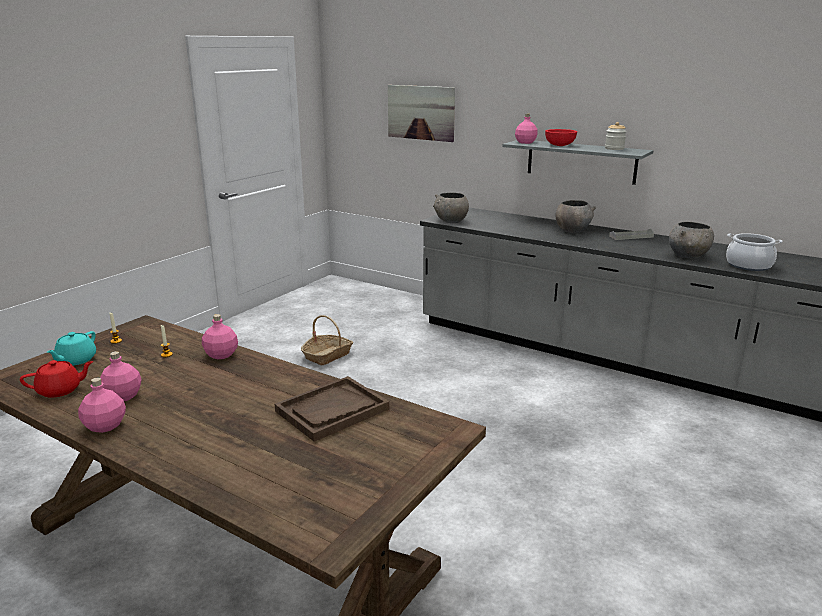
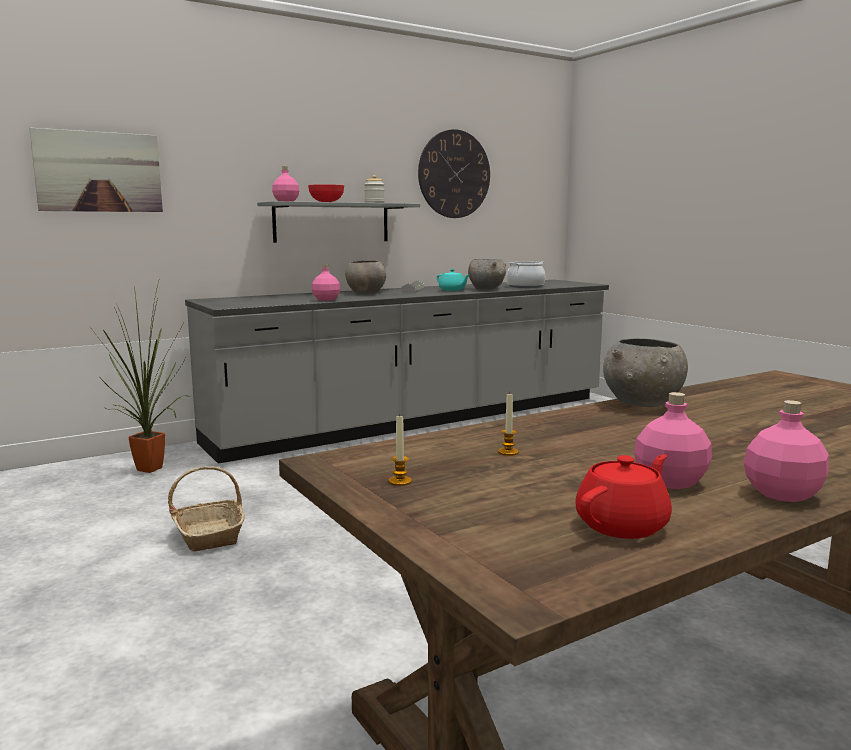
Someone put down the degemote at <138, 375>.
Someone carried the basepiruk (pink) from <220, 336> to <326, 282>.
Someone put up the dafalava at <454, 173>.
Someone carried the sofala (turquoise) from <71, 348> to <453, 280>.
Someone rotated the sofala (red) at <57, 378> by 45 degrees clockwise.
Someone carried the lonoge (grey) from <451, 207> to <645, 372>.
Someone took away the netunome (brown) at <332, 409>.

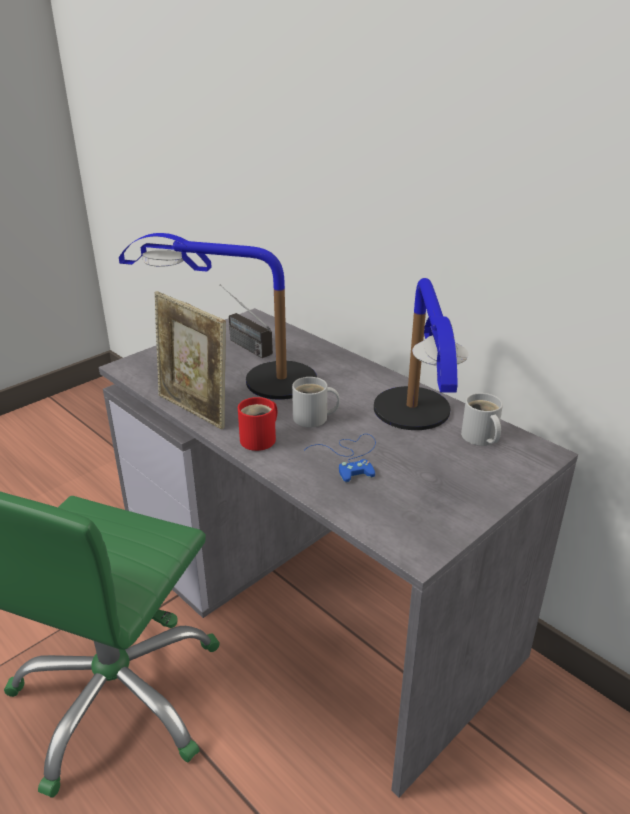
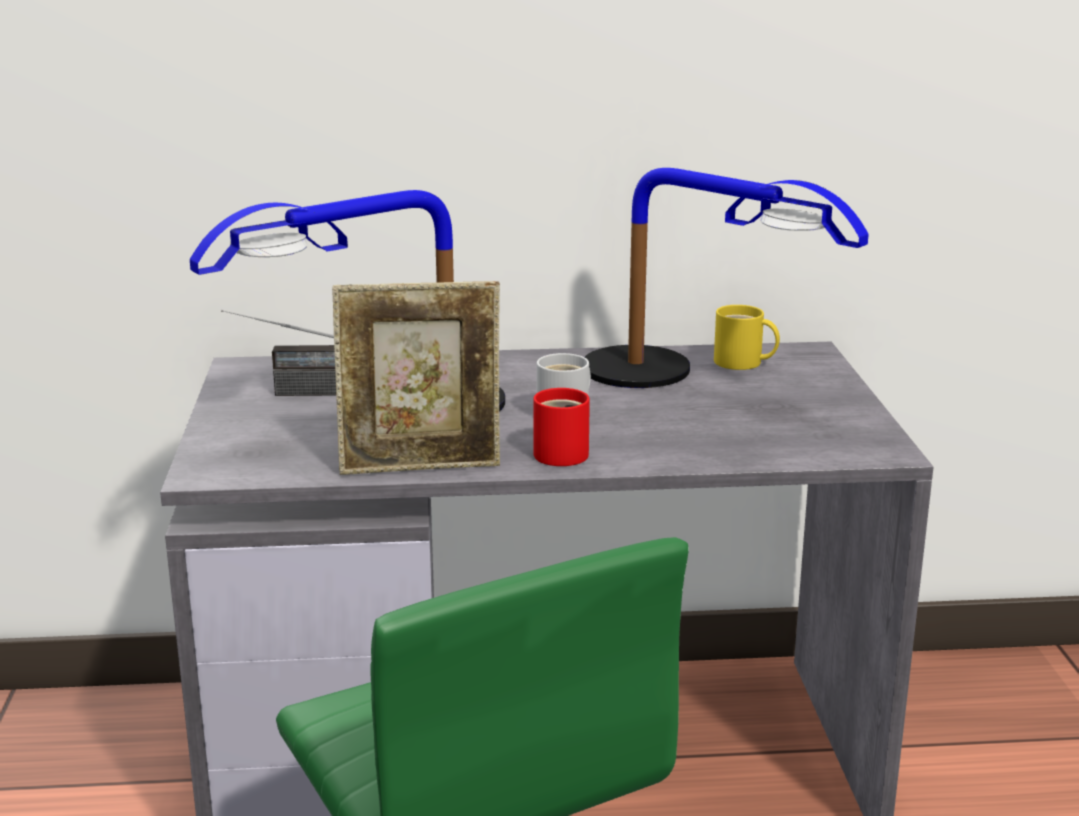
Someone repainted the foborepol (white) at <482, 419>, which became the foborepol (yellow) at <747, 337>.
Someone took away the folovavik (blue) at <341, 458>.

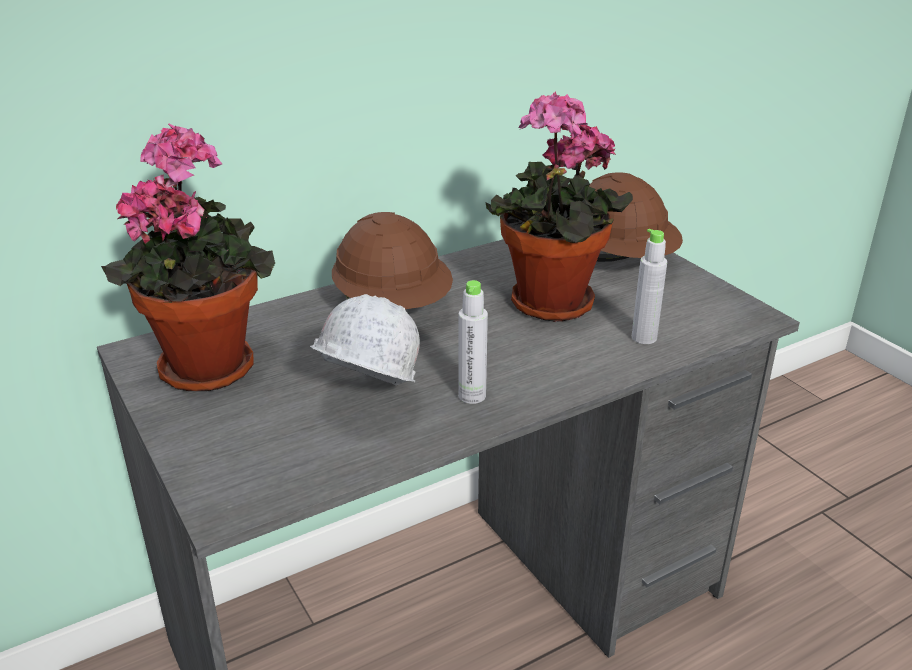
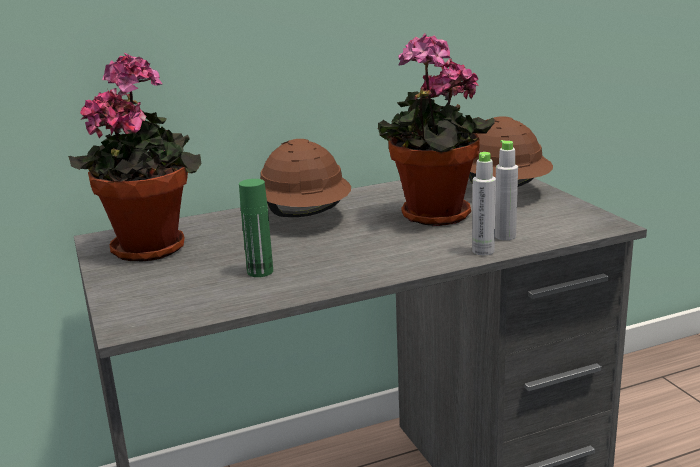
Someone swapped the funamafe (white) at <365, 339> for the basepiruk (green) at <256, 228>.
Someone carried the basepiruk (grey) from <473, 342> to <484, 203>.

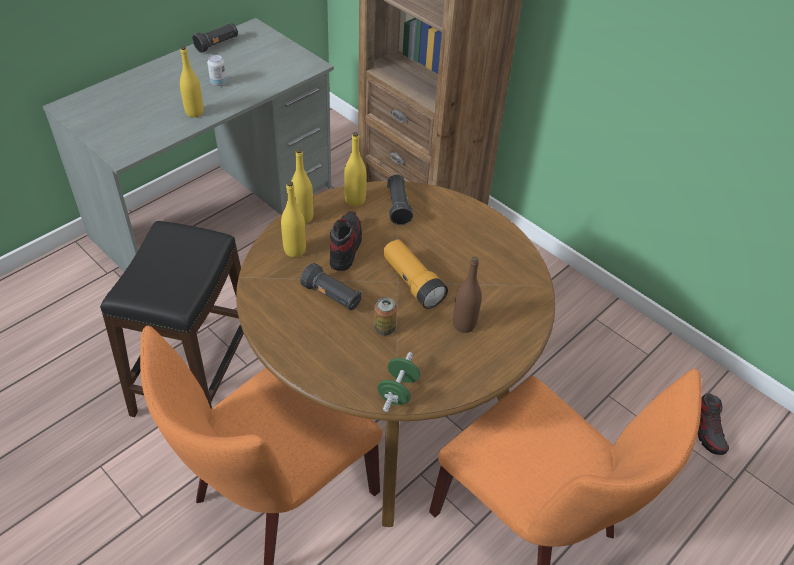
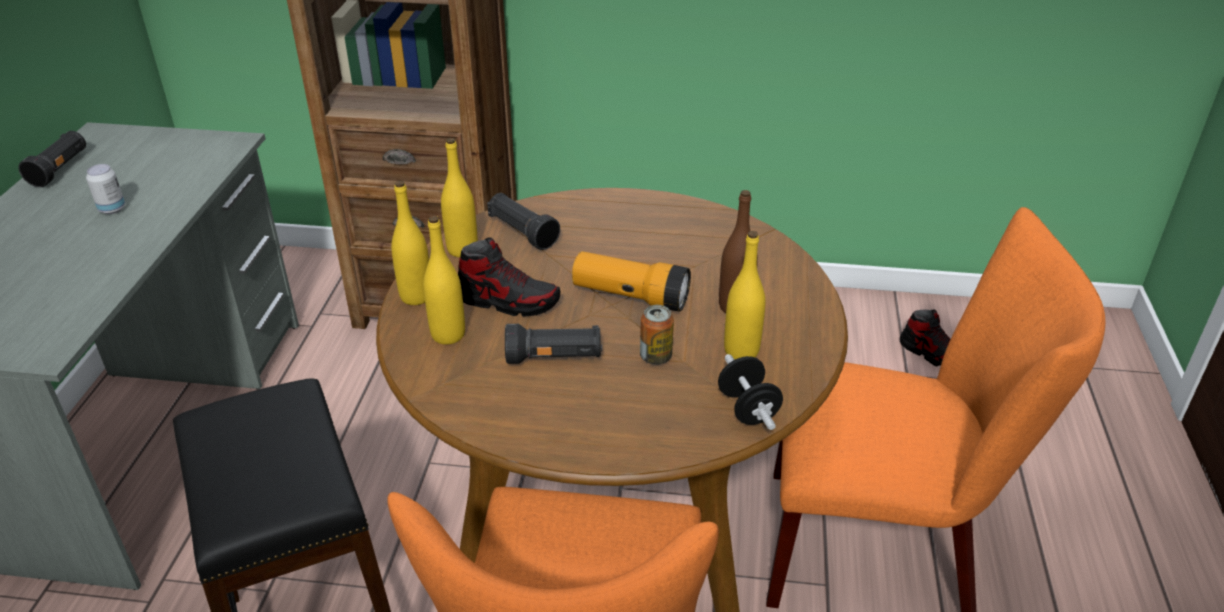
Someone rotated the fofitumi at <346, 241> by 135 degrees clockwise.
Someone repainted the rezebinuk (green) at <399, 382>, which became the rezebinuk (black) at <750, 392>.
Someone carried the basepiruk (yellow) from <192, 81> to <744, 295>.

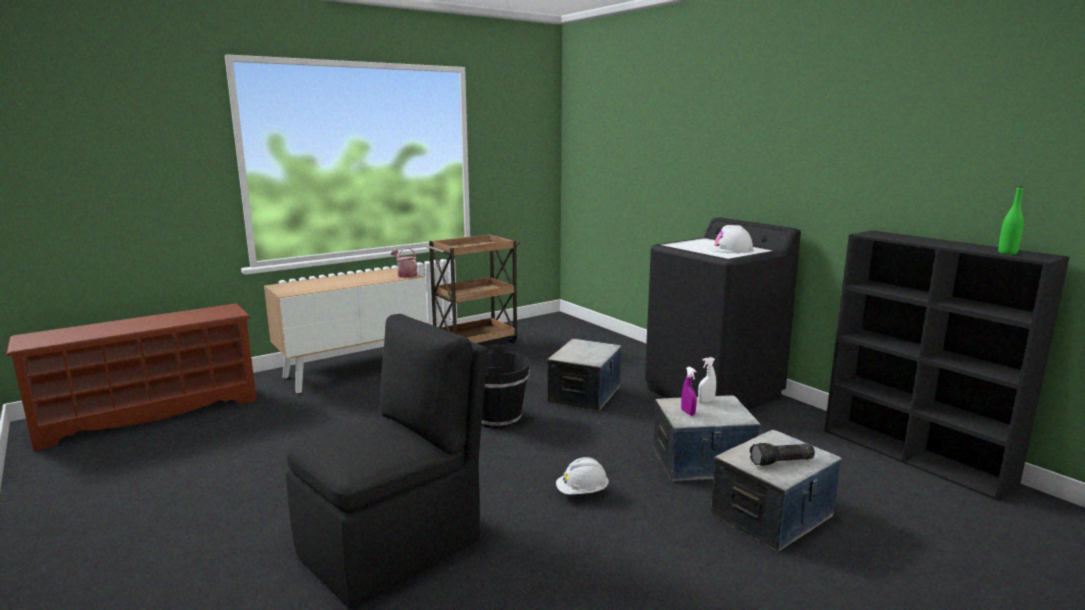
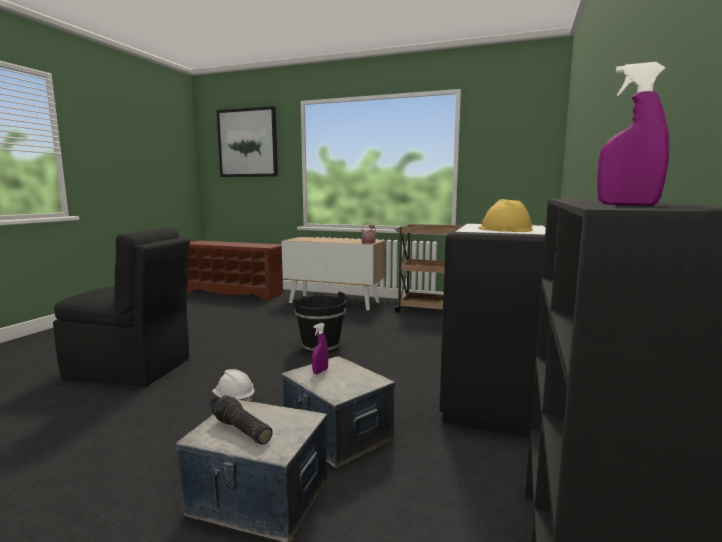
Someone put up the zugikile at <247, 141>.
Someone repainted the funamafe (white) at <731, 239>, which became the funamafe (yellow) at <505, 215>.
Someone swapped the basepiruk (green) at <1011, 220> for the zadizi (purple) at <633, 134>.
Someone took away the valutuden at <584, 375>.
Someone took away the zadizi (white) at <707, 380>.

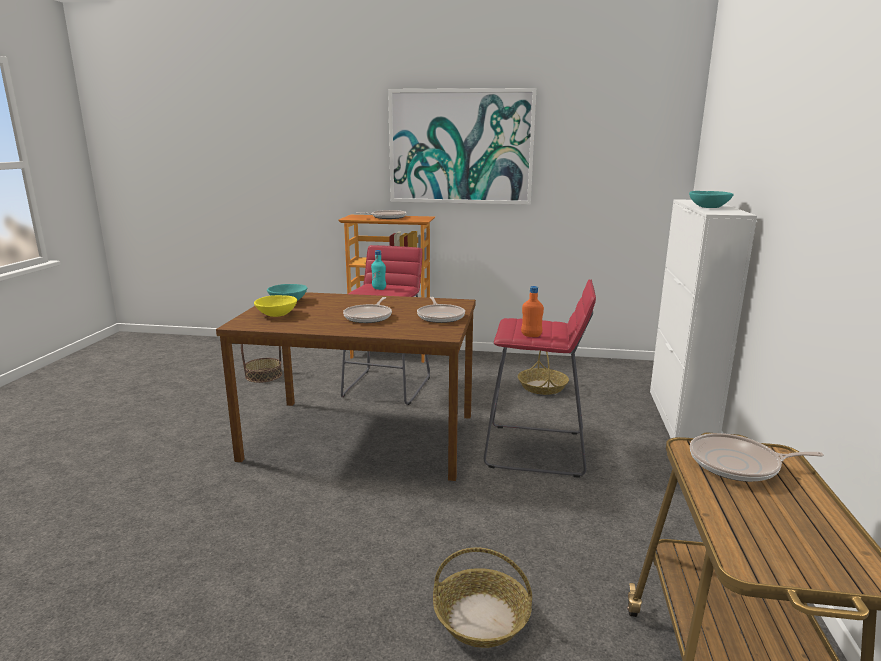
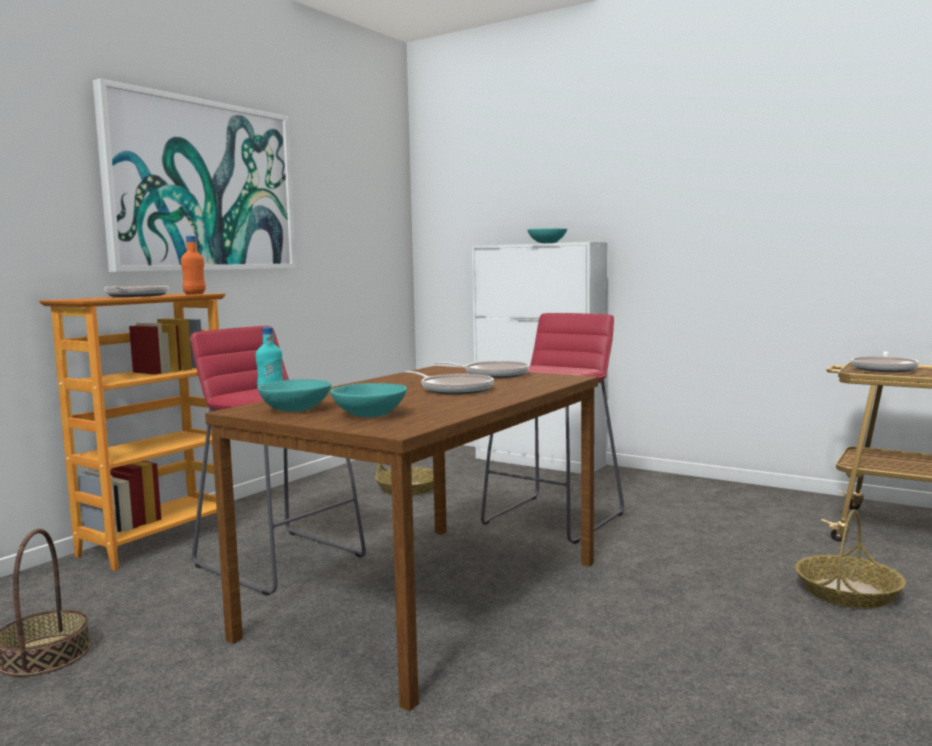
Someone carried the basepiruk (orange) from <532, 311> to <193, 265>.
Someone repainted the lonoge (yellow) at <275, 306>, which became the lonoge (turquoise) at <368, 400>.

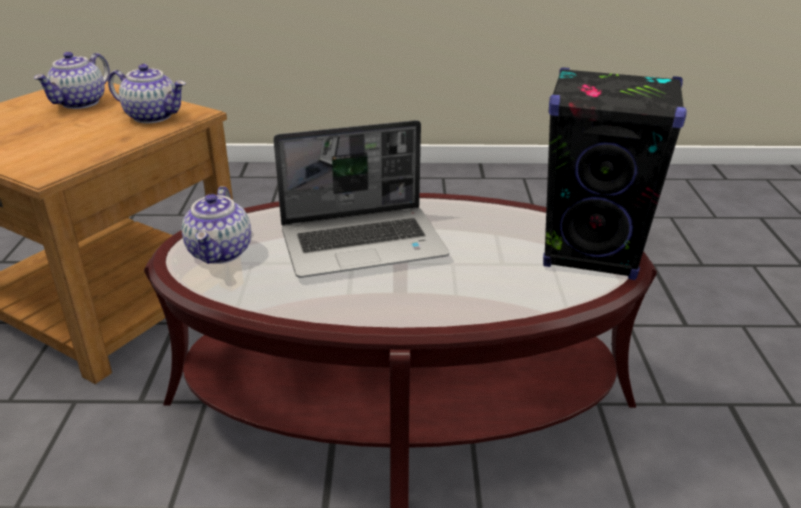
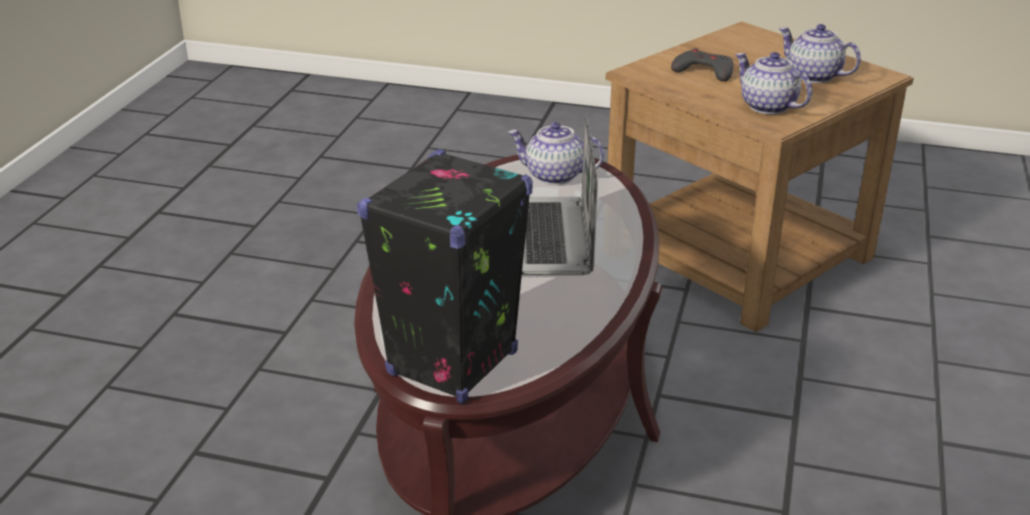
Someone put down the folovavik (grey) at <702, 65>.
Someone rotated the sofala at <147, 93> by 105 degrees clockwise.

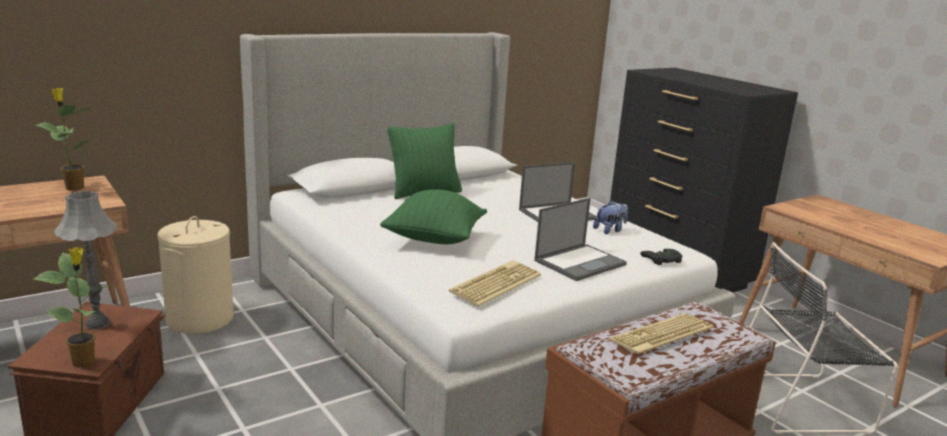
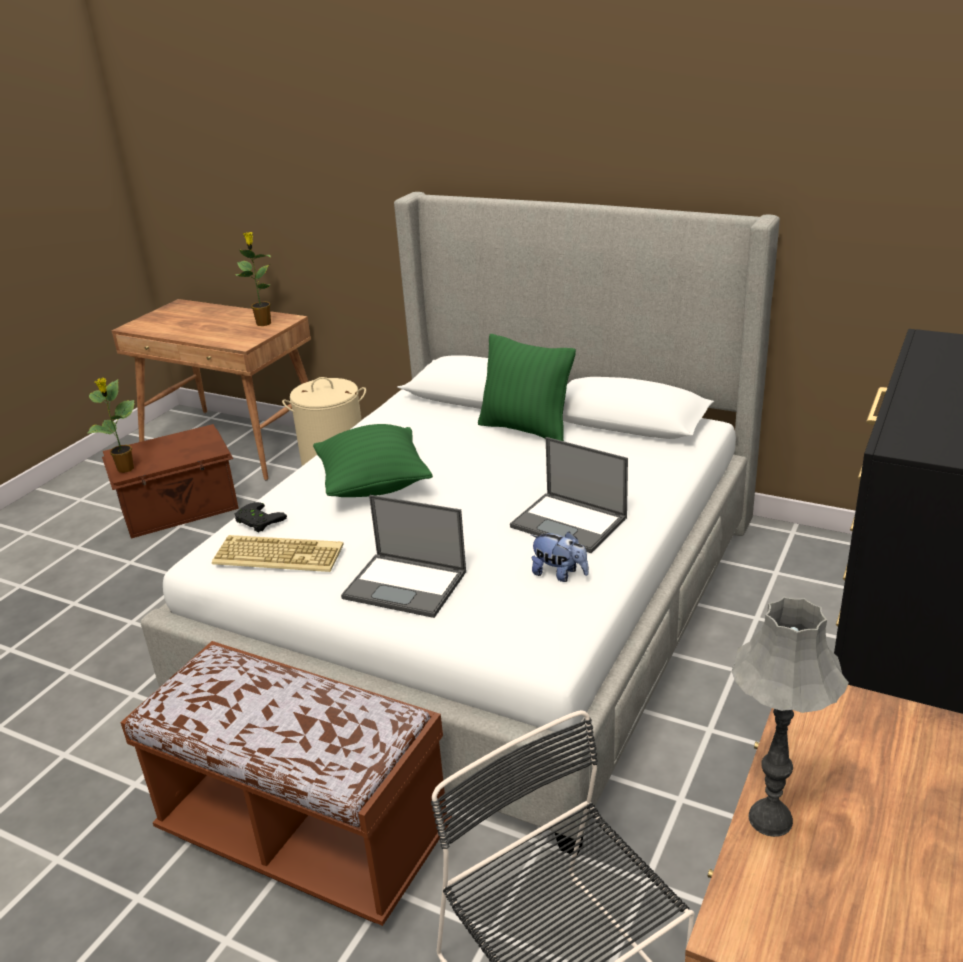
Someone carried the folovavik (black) from <661, 257> to <261, 517>.
Someone carried the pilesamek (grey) from <85, 260> to <790, 717>.
Someone took away the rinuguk at <661, 333>.

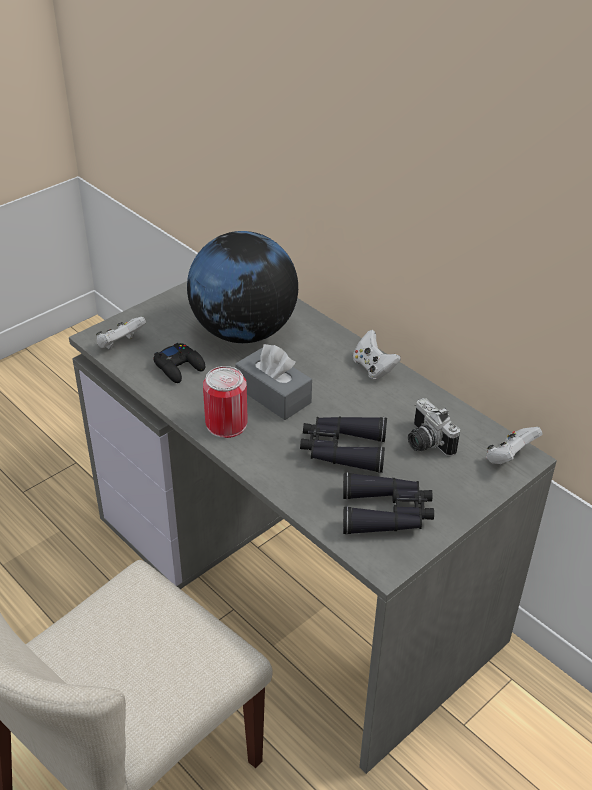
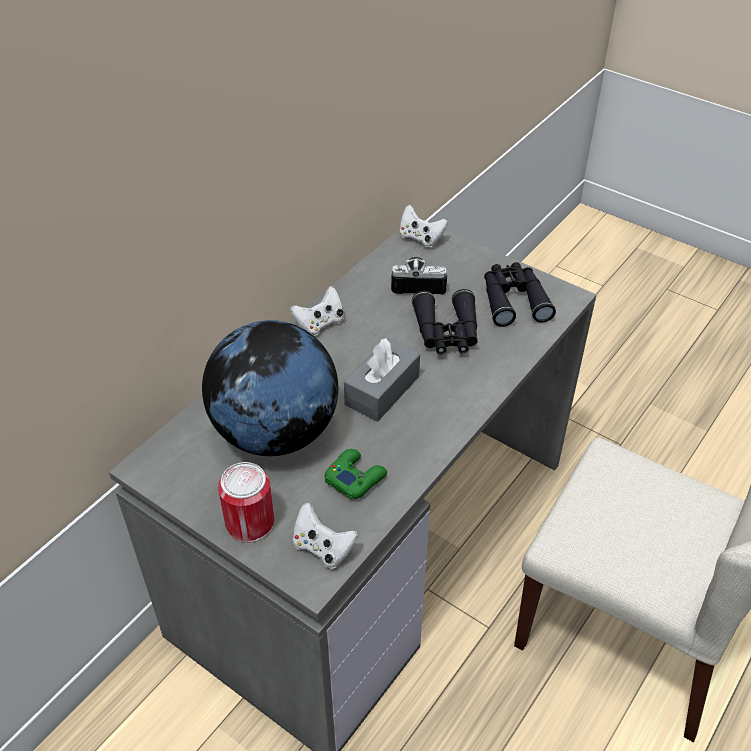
Someone carried the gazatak from <225, 402> to <246, 502>.
Someone repainted the folovavik (black) at <179, 363>, which became the folovavik (green) at <356, 474>.
Someone rotated the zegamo at <434, 427> by 135 degrees counterclockwise.

